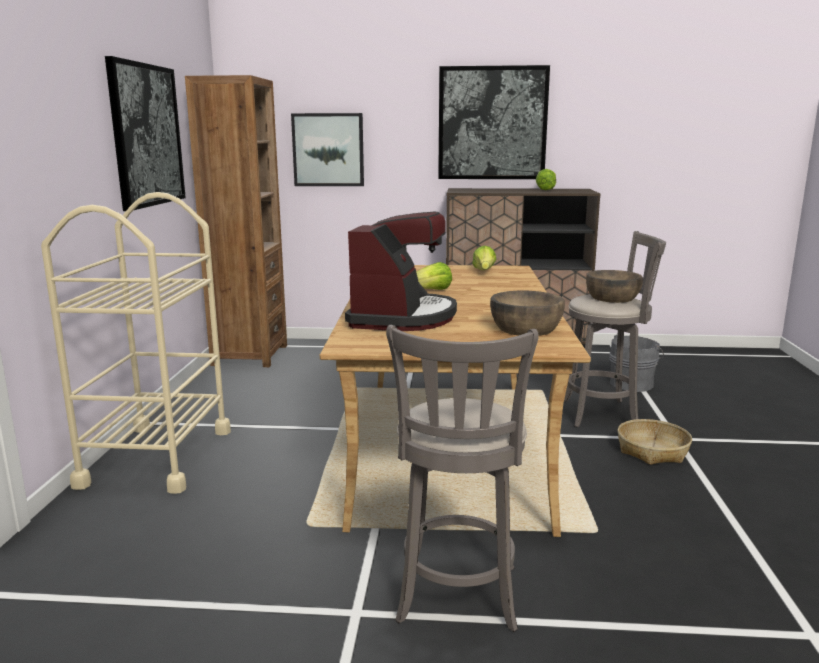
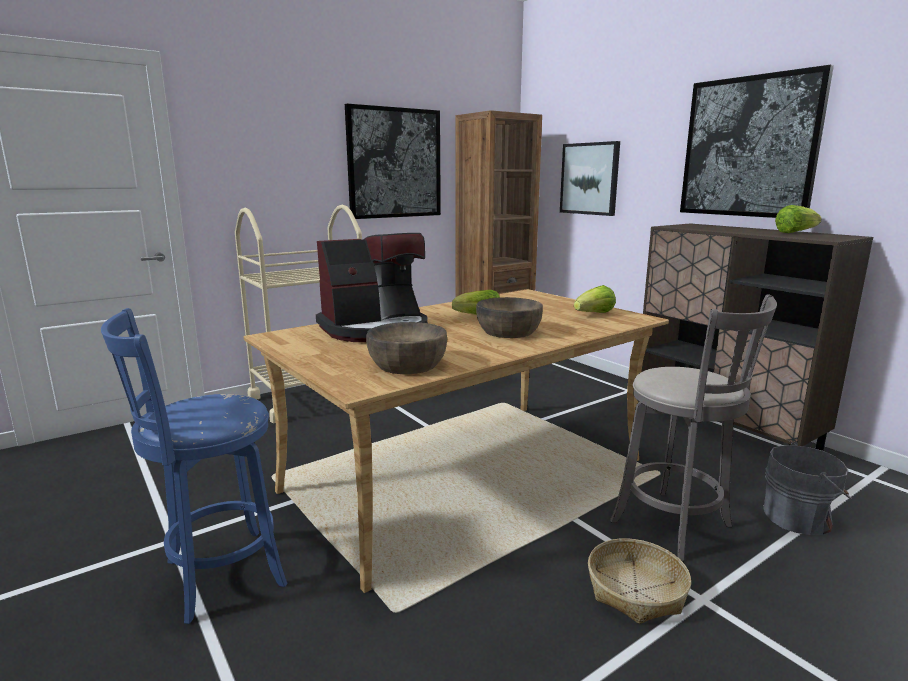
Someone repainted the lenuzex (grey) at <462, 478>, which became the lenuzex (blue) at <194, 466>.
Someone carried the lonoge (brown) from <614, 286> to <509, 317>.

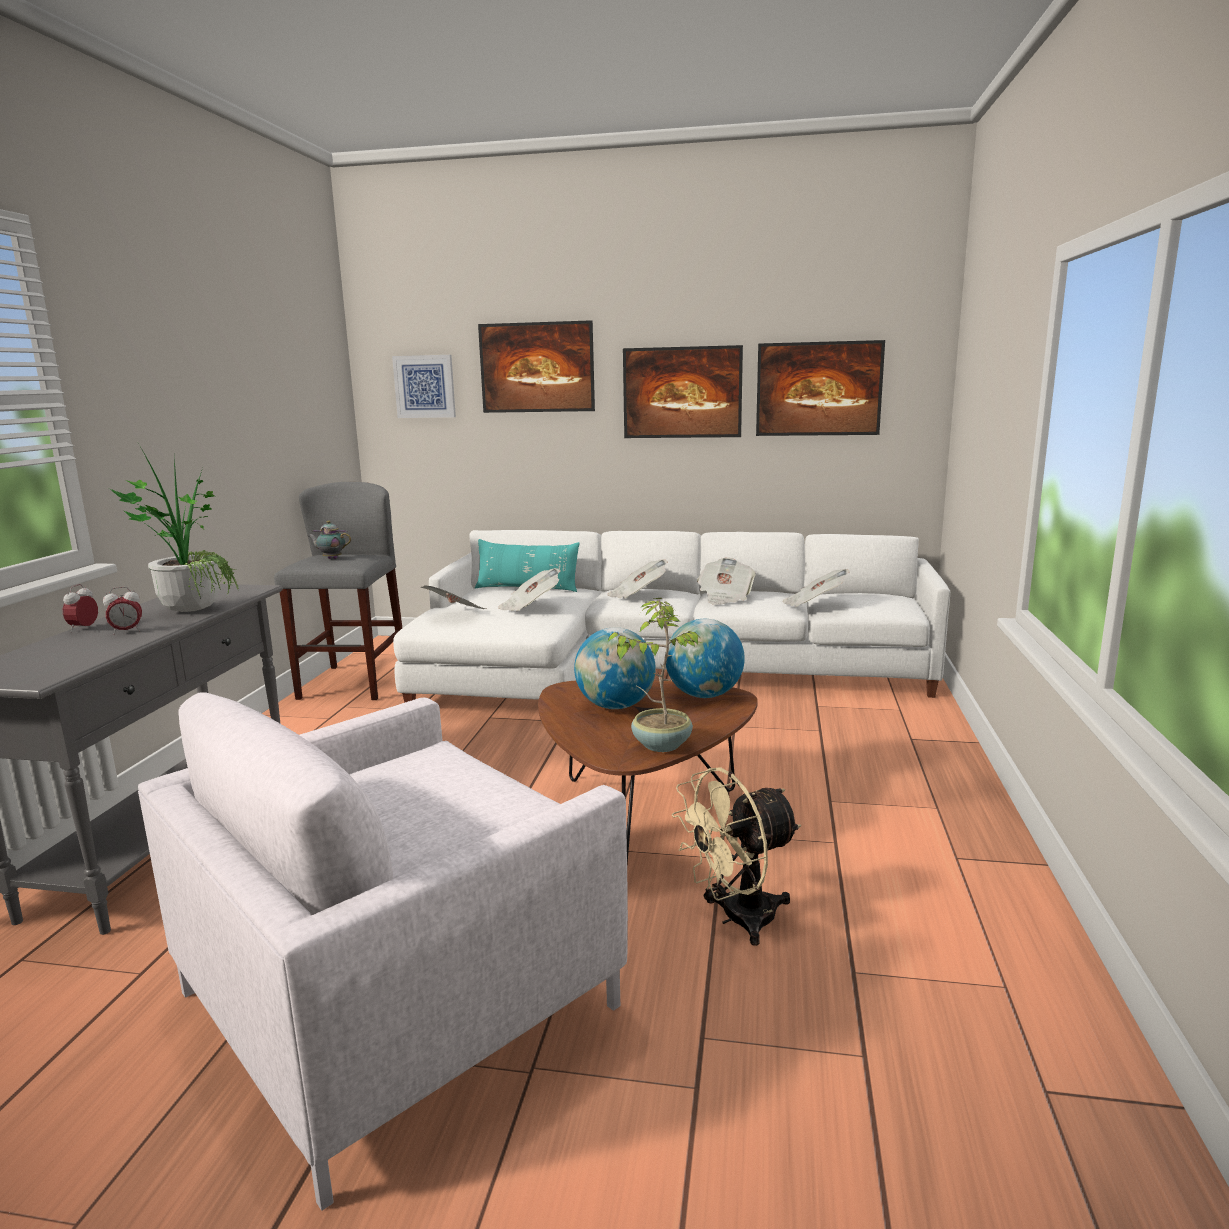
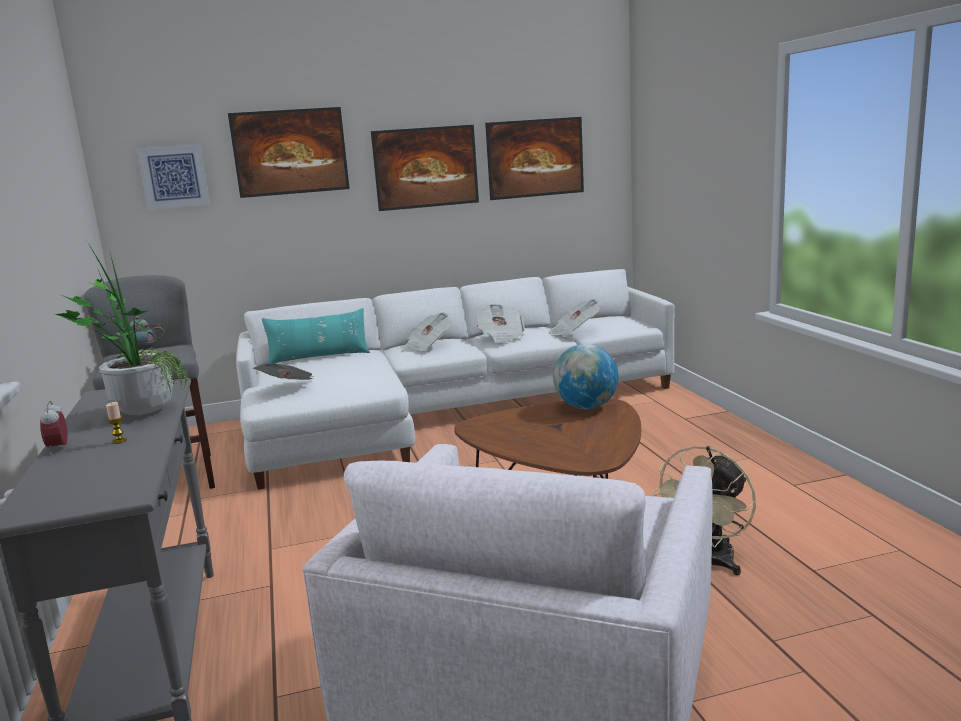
Someone swapped the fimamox at <122, 611> for the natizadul at <116, 423>.
Someone took away the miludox at <529, 589>.
Someone took away the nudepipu at <615, 668>.
Someone took away the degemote at <654, 675>.

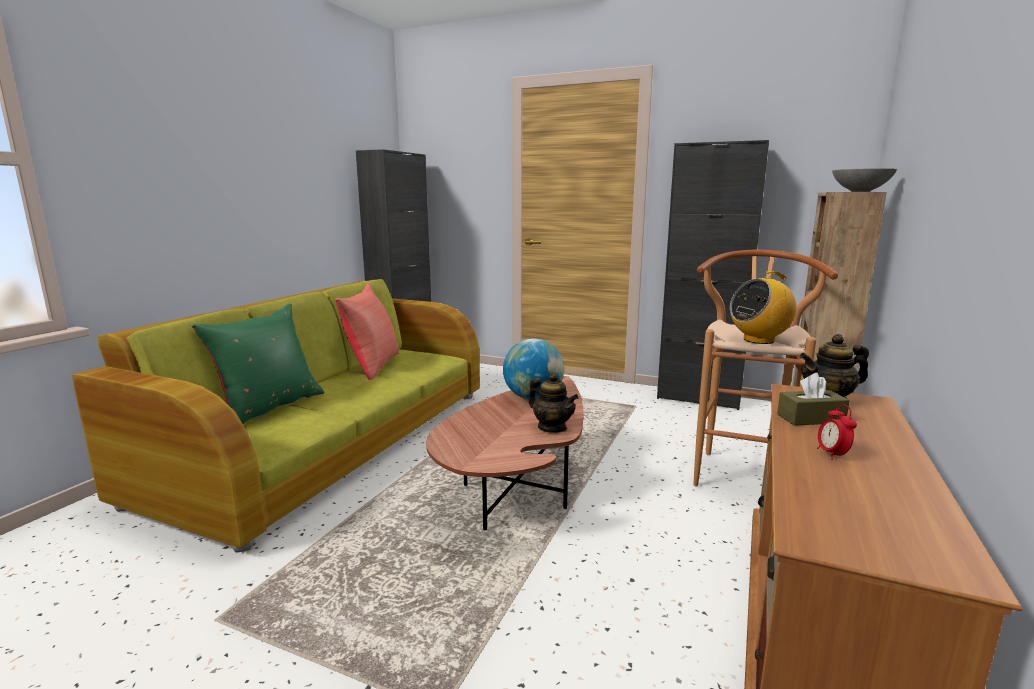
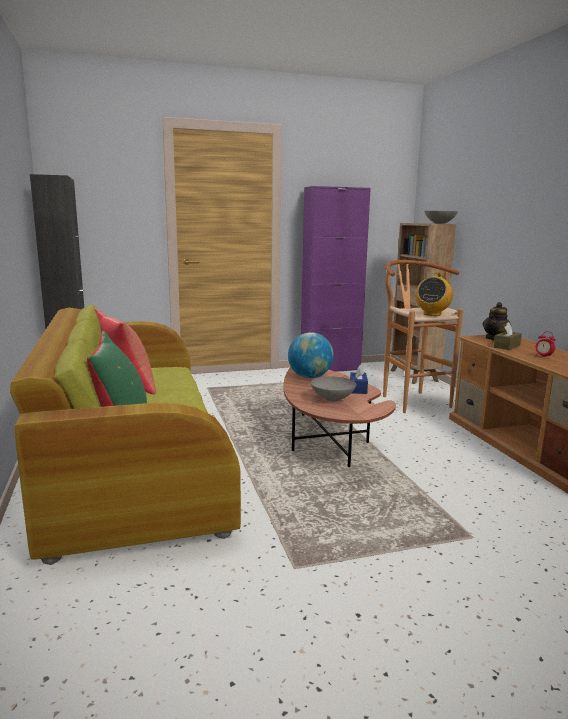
Someone repainted the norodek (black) at <713, 275>, which became the norodek (purple) at <336, 279>.
Someone put down the lonoge (grey) at <333, 389>.
Someone swapped the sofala at <553, 403> for the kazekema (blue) at <359, 379>.

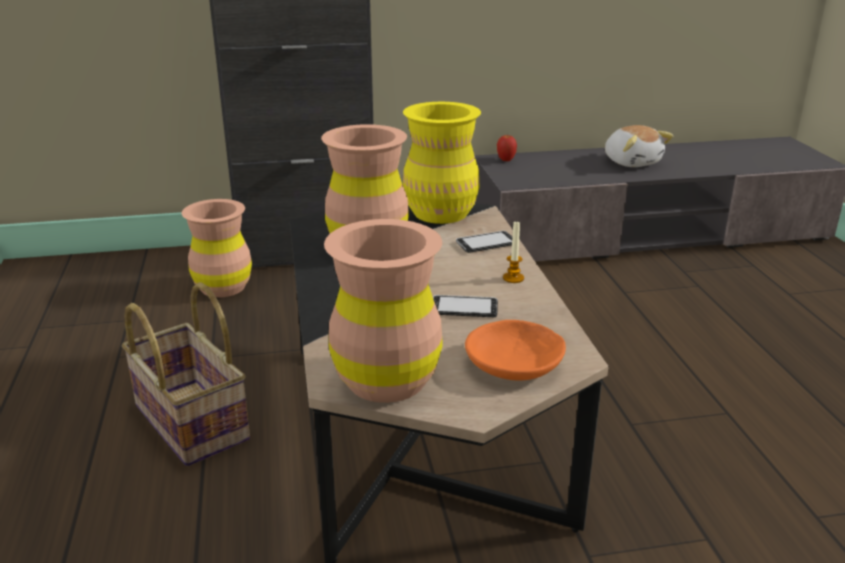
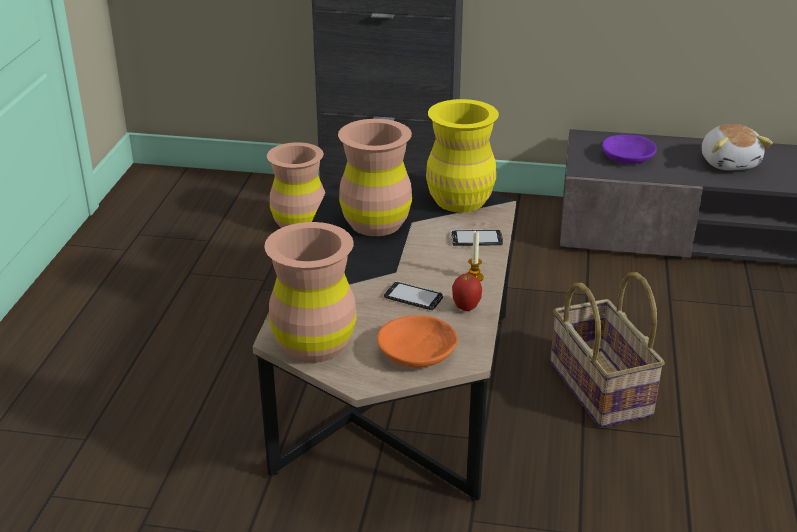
Someone carried the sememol from <507, 147> to <467, 292>.
Someone carried the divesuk from <186, 374> to <607, 350>.
Someone put down the lonoge (purple) at <629, 149>.

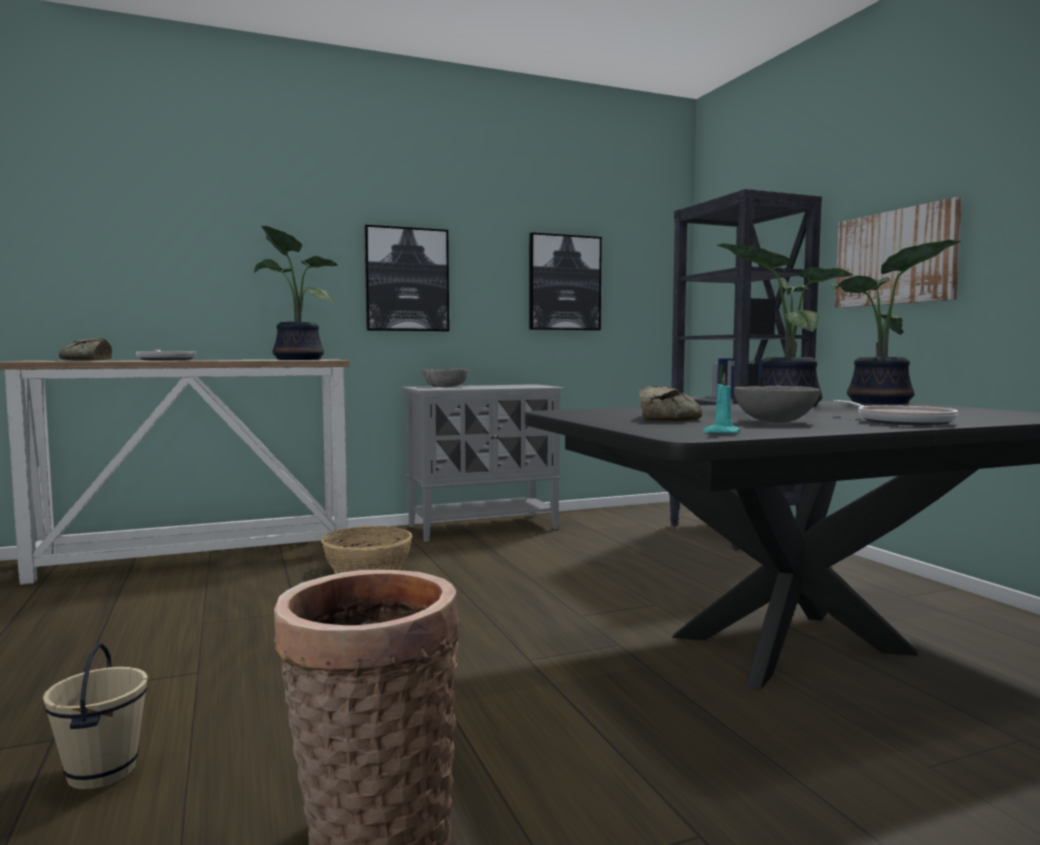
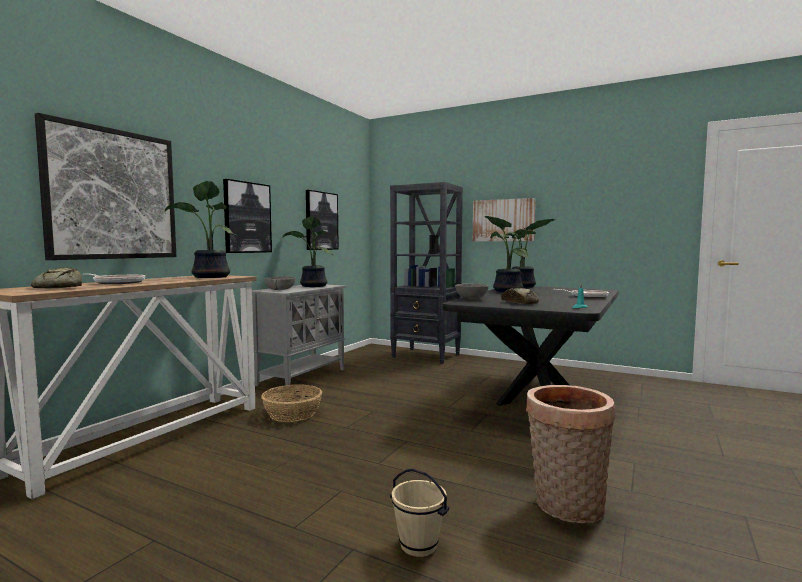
Someone put up the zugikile at <106, 186>.
Someone put down the degemote at <308, 251>.
Someone carried the lonoge (grey) from <777, 404> to <472, 291>.

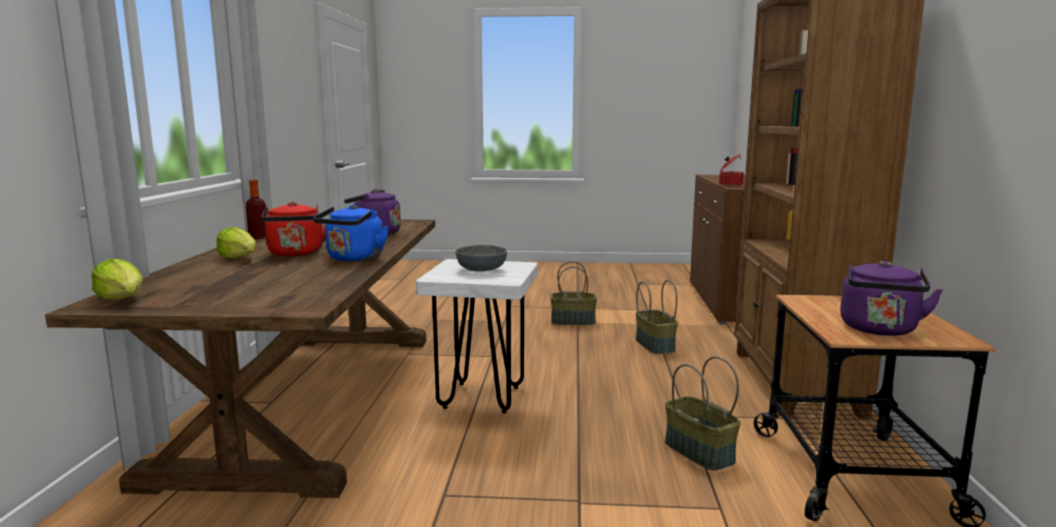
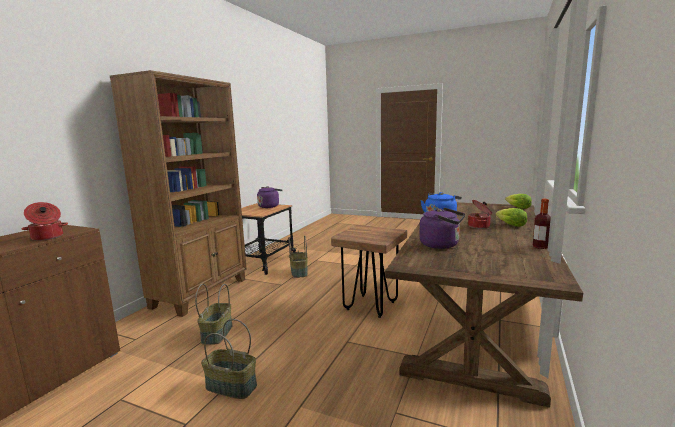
Someone repainted the lenuzex (white) at <477, 336>, which became the lenuzex (brown) at <369, 271>.
Someone swapped the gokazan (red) at <294, 229> for the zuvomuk at <480, 214>.
Someone took away the lonoge (grey) at <481, 258>.

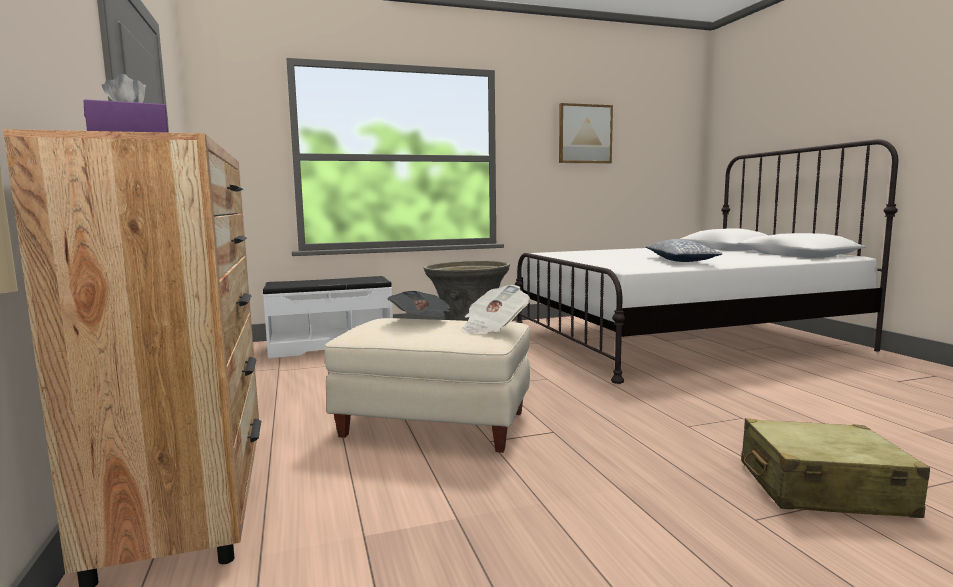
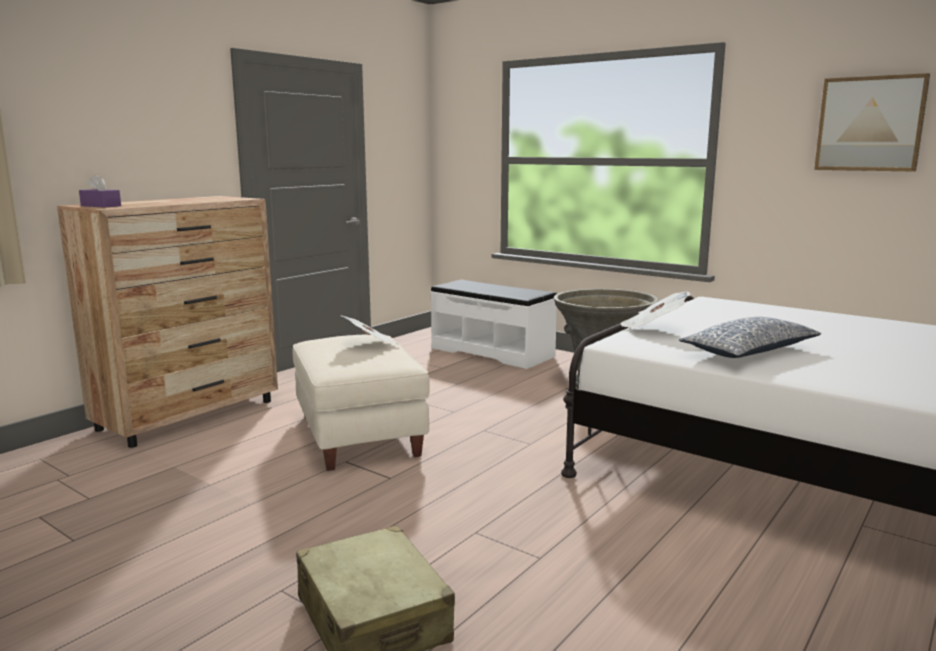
Someone carried the miludox from <495, 309> to <655, 310>.

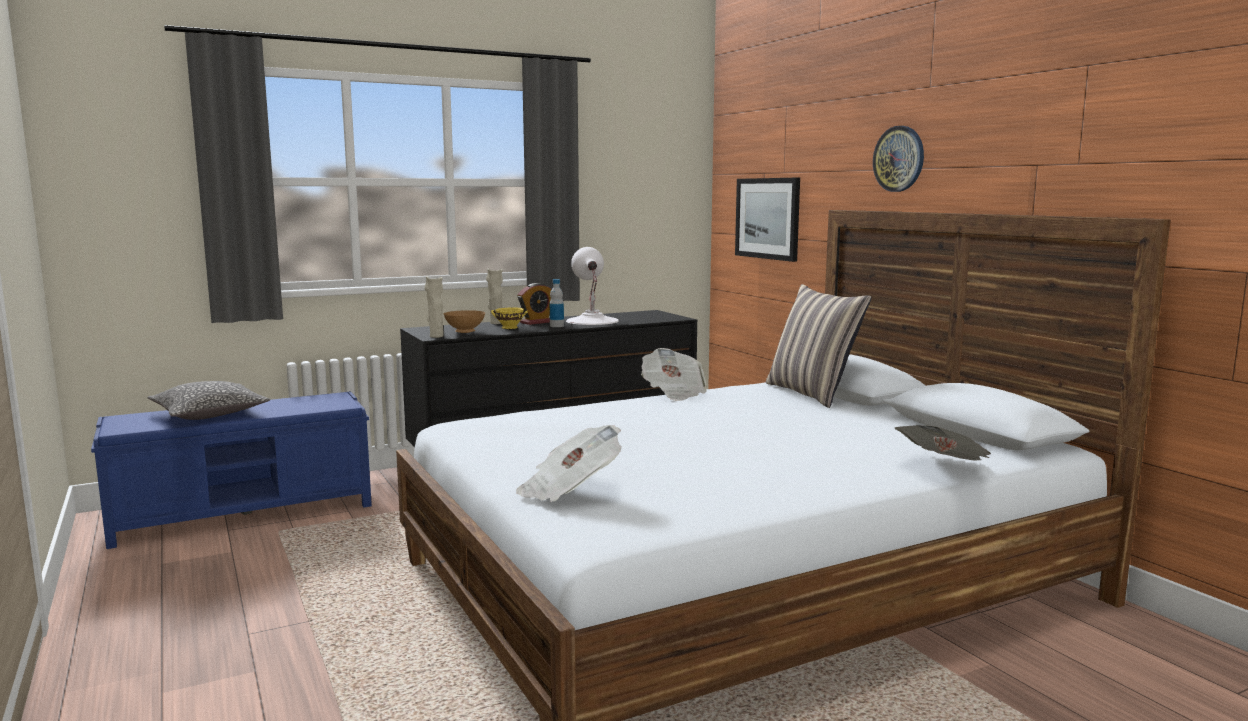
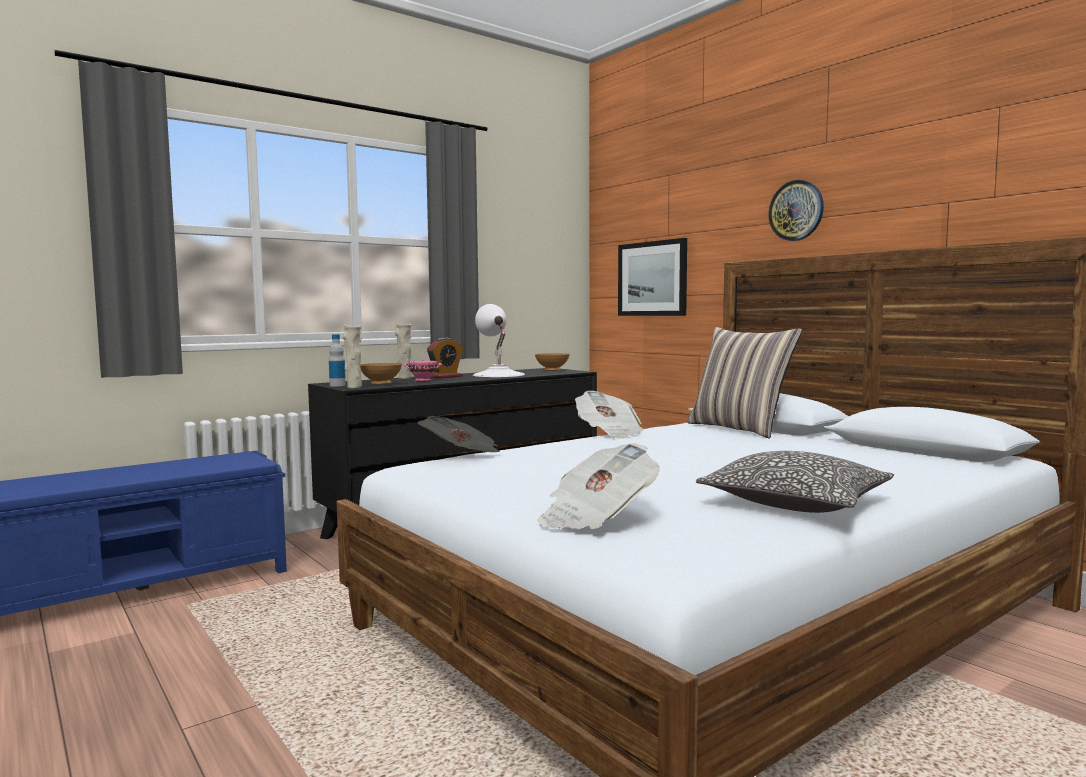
Someone carried the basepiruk from <557, 303> to <337, 360>.
Someone repainted the lonoge (yellow) at <509, 318>, which became the lonoge (pink) at <423, 371>.
Someone carried the miludox from <942, 442> to <459, 434>.
Someone put down the lonoge (brown) at <552, 362>.
Someone carried the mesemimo from <209, 400> to <795, 482>.

